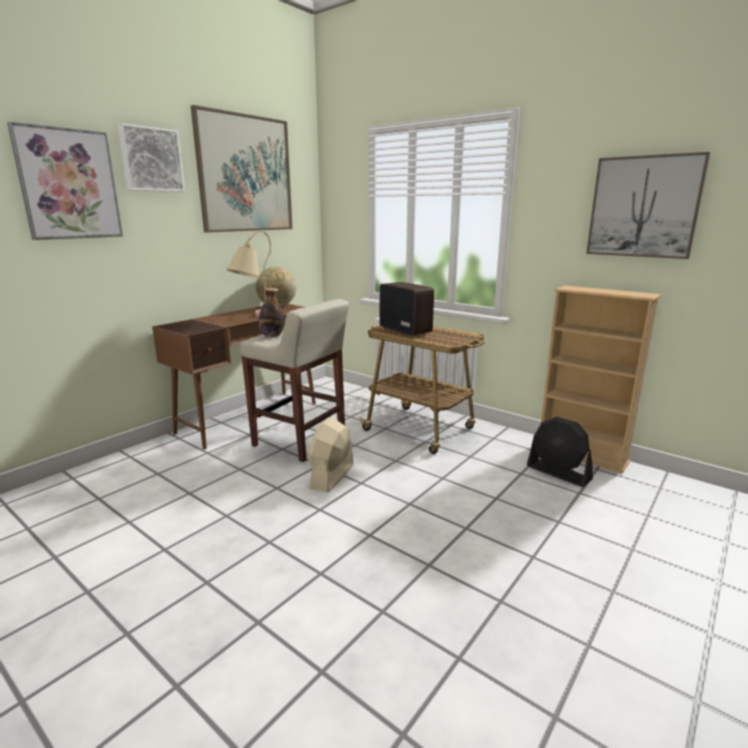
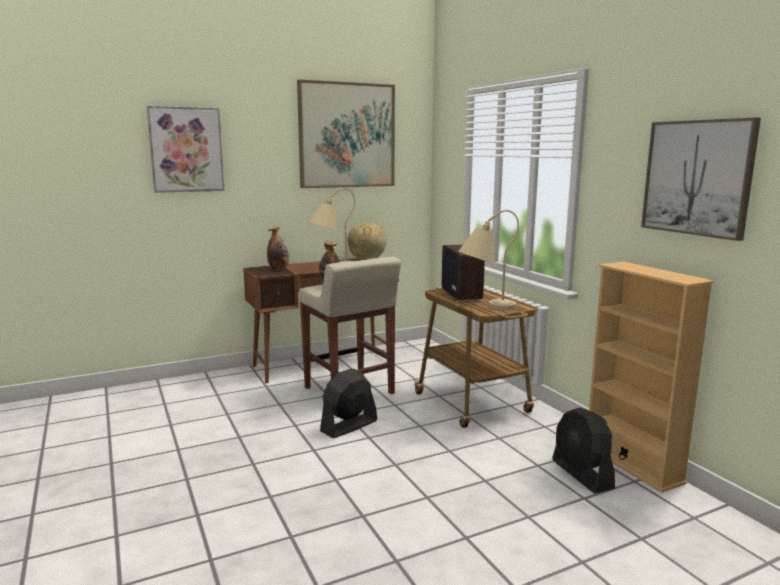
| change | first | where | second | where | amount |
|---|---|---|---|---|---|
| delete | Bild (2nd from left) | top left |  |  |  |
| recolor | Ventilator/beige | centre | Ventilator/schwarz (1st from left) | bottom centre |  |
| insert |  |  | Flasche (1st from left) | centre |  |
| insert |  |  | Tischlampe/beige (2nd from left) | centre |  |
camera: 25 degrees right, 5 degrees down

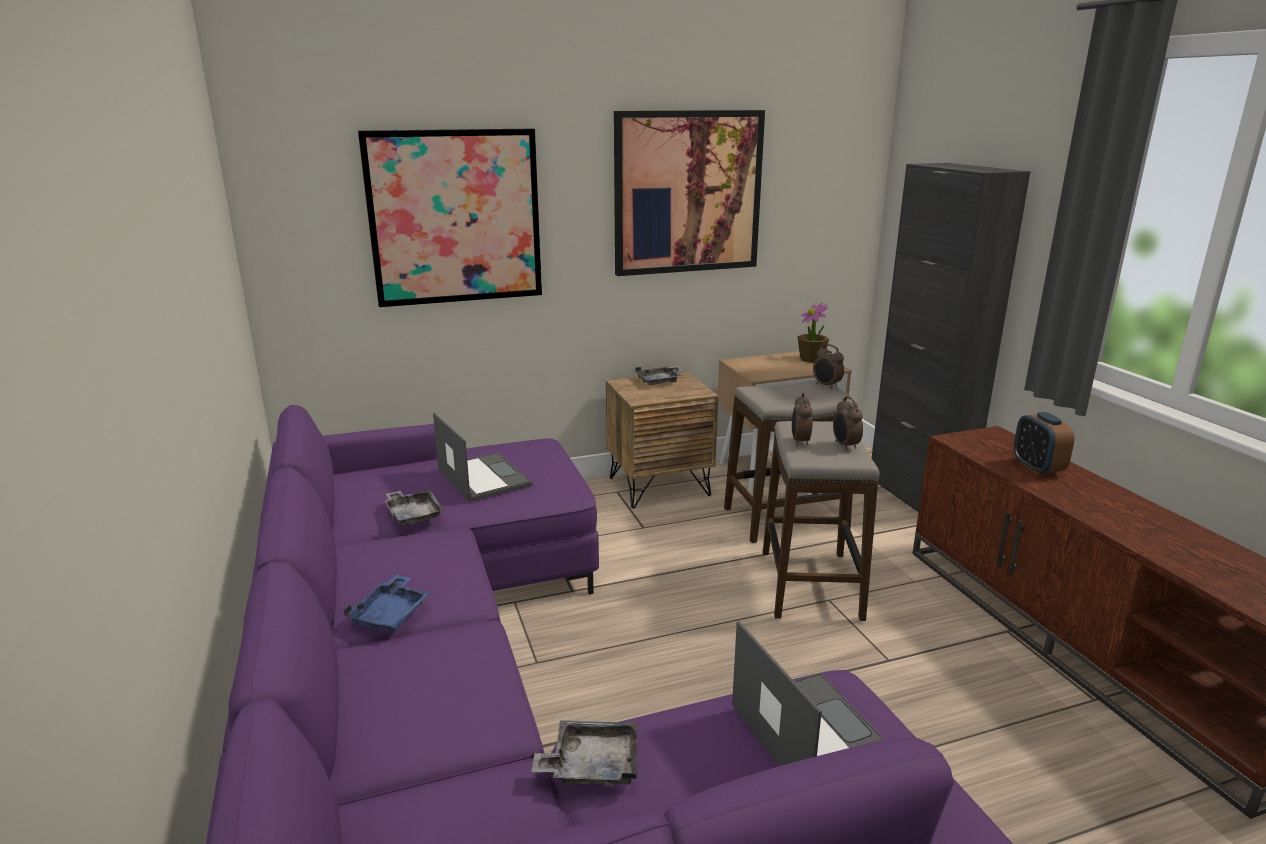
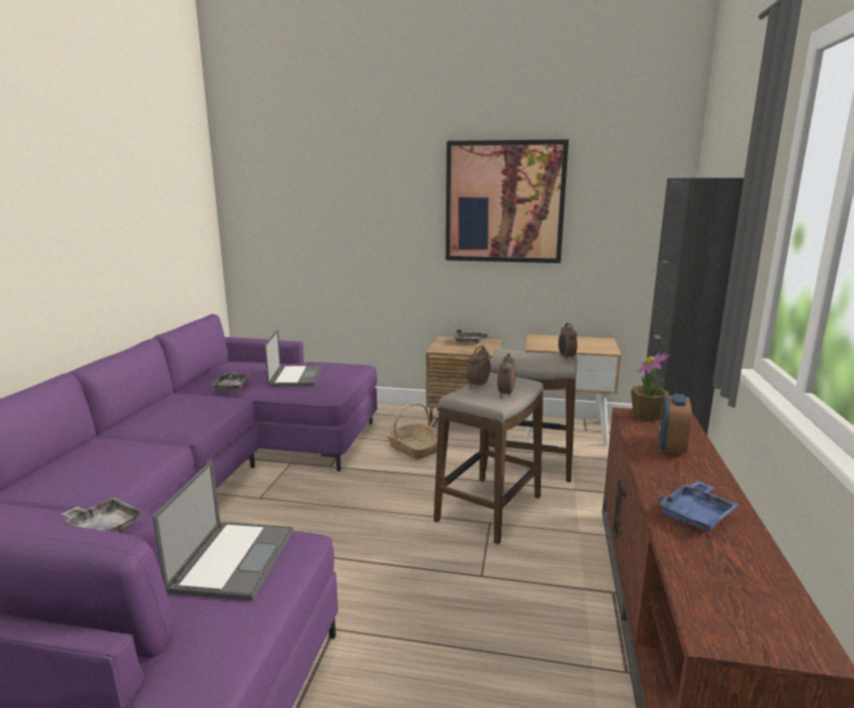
| change | first | where | second | where | amount |
|---|---|---|---|---|---|
| move | Tablett/blau | bottom left |  | bottom right |  |
| delete | Bild (1st from left) | top centre |  |  |  |
| move | Topfpflanze | centre |  | middle right |  |
| insert |  |  | Korb | centre |  |
camera: 30 degrees right, 5 degrees down

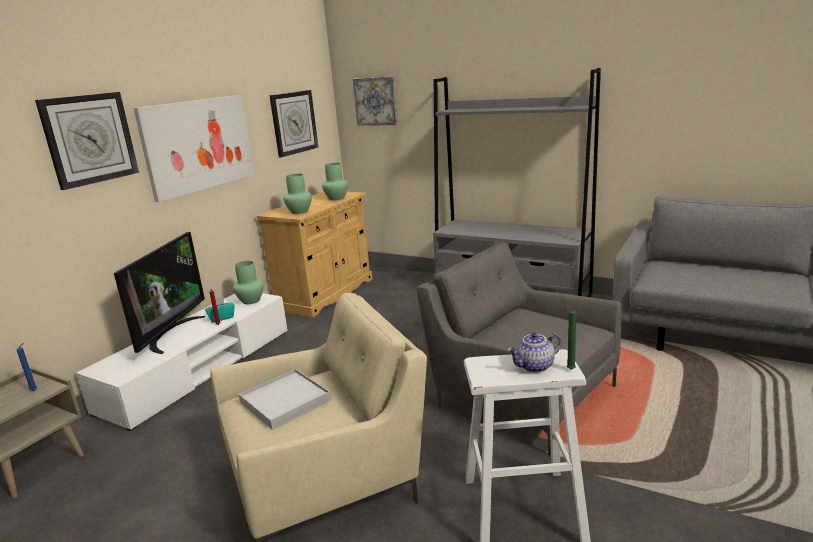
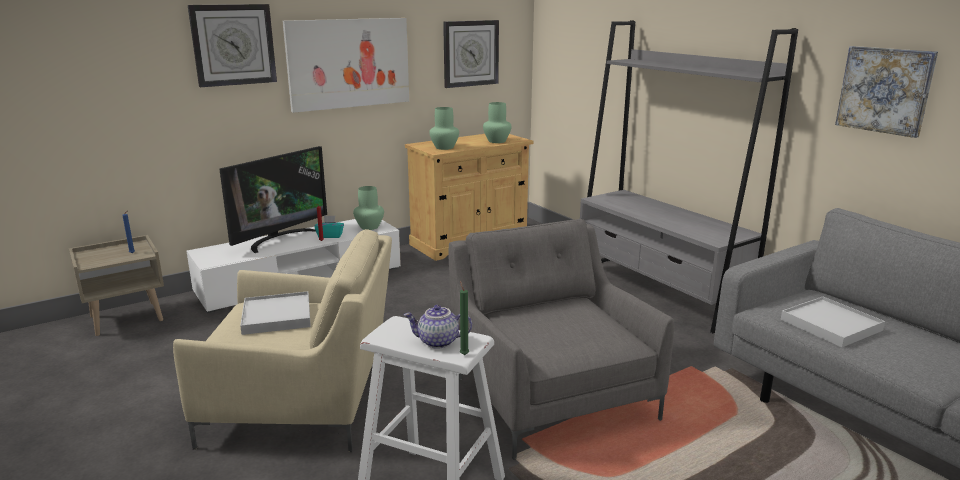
| change | first | where | second | where | amount |
|---|---|---|---|---|---|
| move | Bild (2nd from left) | top centre |  | top right |  |
| insert |  |  | Tablett/weiß (2nd from left) | bottom right |  |
camera: 25 degrees right, 0 degrees up

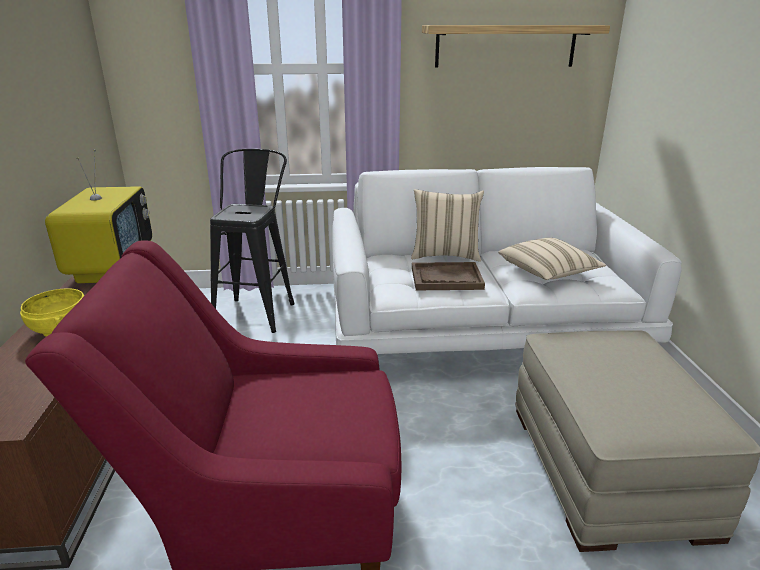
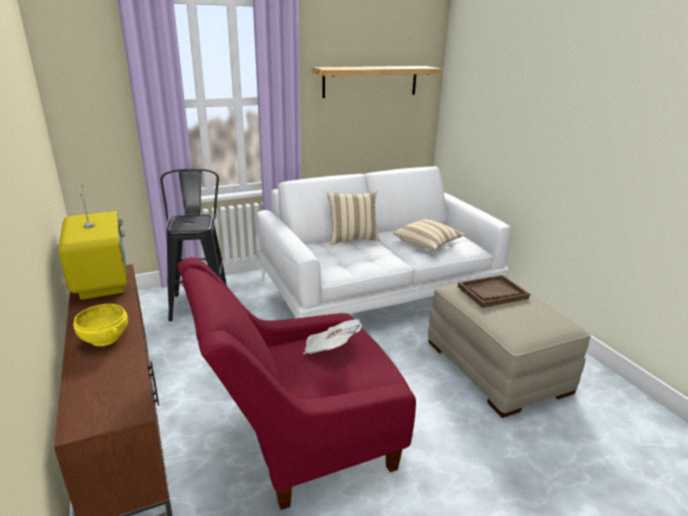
| change | first | where | second | where | amount |
|---|---|---|---|---|---|
| move | Tablett/braun | centre |  | middle right |  |
| insert |  |  | Zeitung | centre |  |
camera: 20 degrees left, 0 degrees up

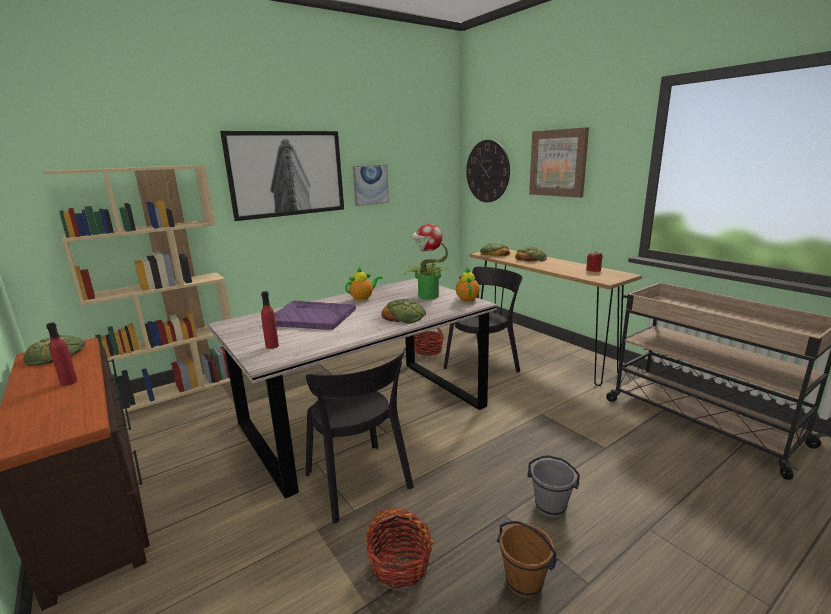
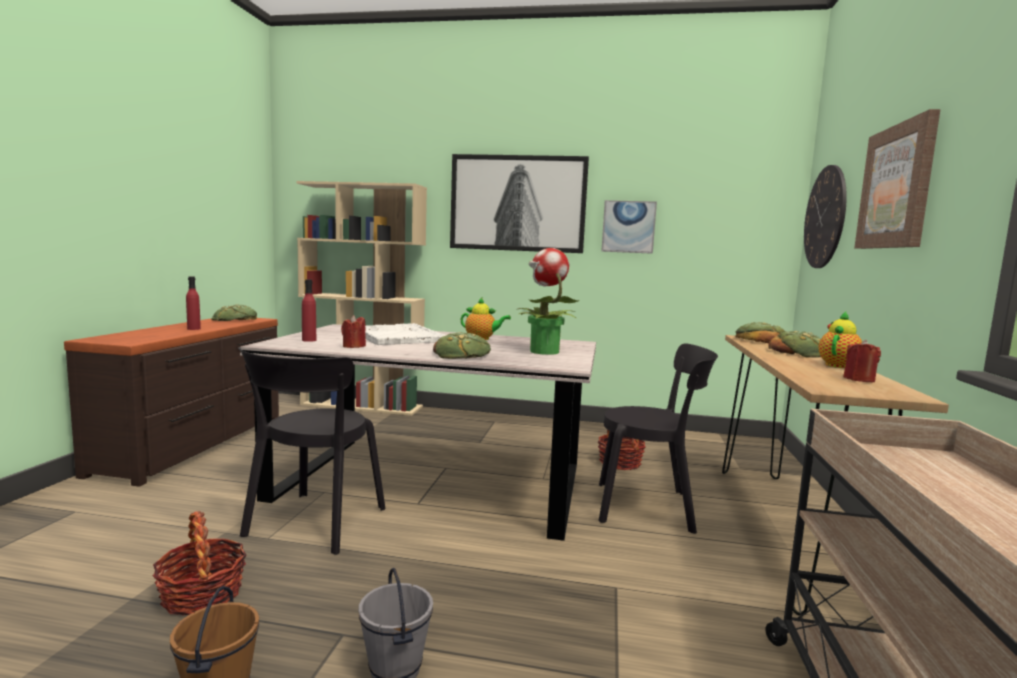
| change | first | where | second | where | amount |
|---|---|---|---|---|---|
| recolor | Tablett/lila | centre | Tablett/weiß | centre |  |
| move | Teekanne (2nd from left) | centre |  | middle right |  |
| insert |  |  | Kerze/rot (1st from left) | centre |  |
camera: 45 degrees right, 10 degrees down

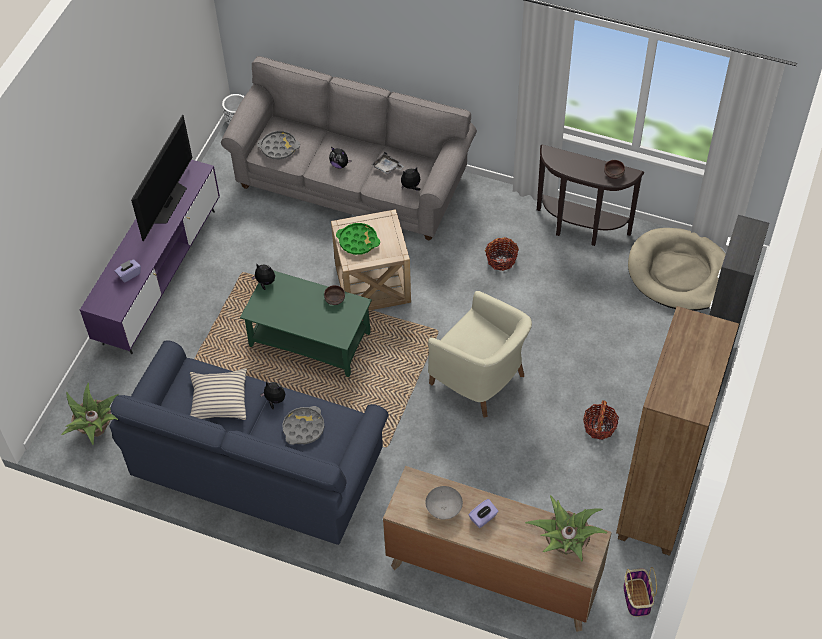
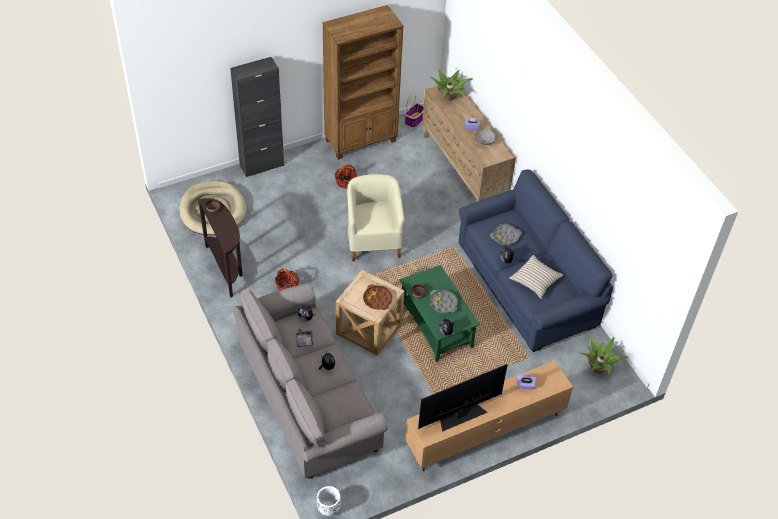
| change | first | where | second | where | amount |
|---|---|---|---|---|---|
| recolor | Fernsehschrank/lila | middle left | Fernsehschrank/braun | bottom centre |  |
| move | Tablett/grau (1st from left in the first image) | top centre | Tablett/grau (2nd from left) | centre |  |
| recolor | Tablett/grün | centre | Tablett/braun | centre |  |
camera: 140 degrees left, 5 degrees down

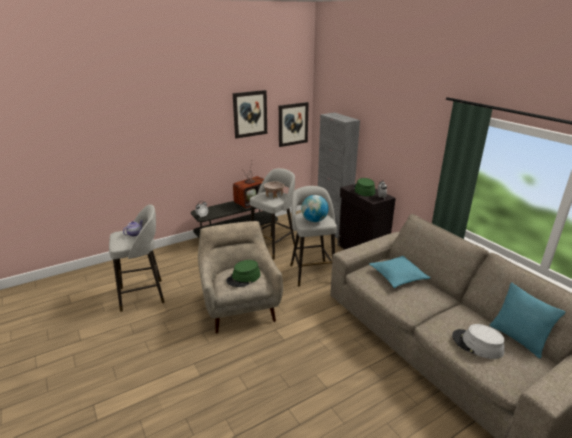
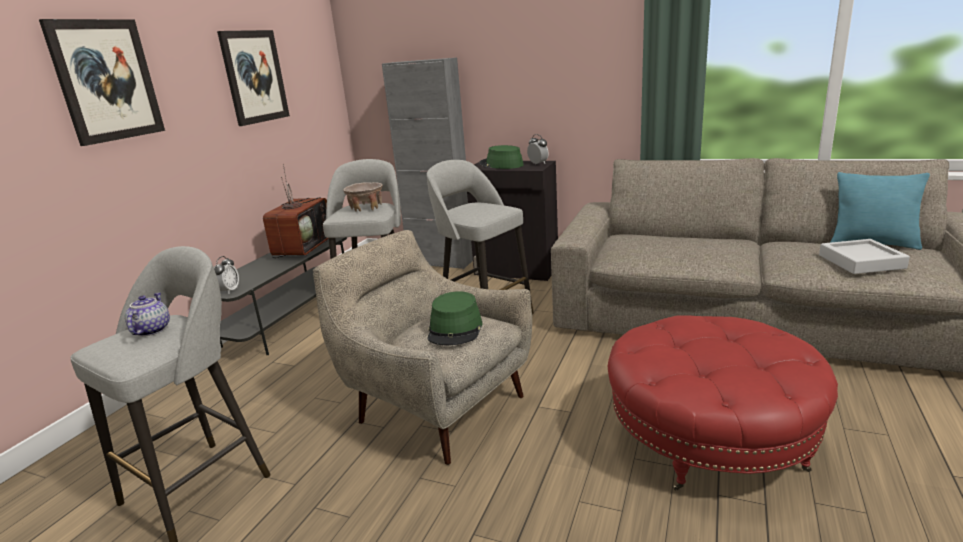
| change | first | where | second | where | amount |
|---|---|---|---|---|---|
| move | Bild (2nd from left in the first image) | top centre | Bild (1st from left) | top left |  |
| delete | Globus | centre |  |  |  |
| delete | Kissen/türkis (1st from left) | middle right |  |  |  |
| replace | Hut/grau | bottom right | Tablett/grau | middle right |  |
| insert |  |  | Polsterhocker/rot | bottom right |  |
camera: 35 degrees left, 5 degrees down

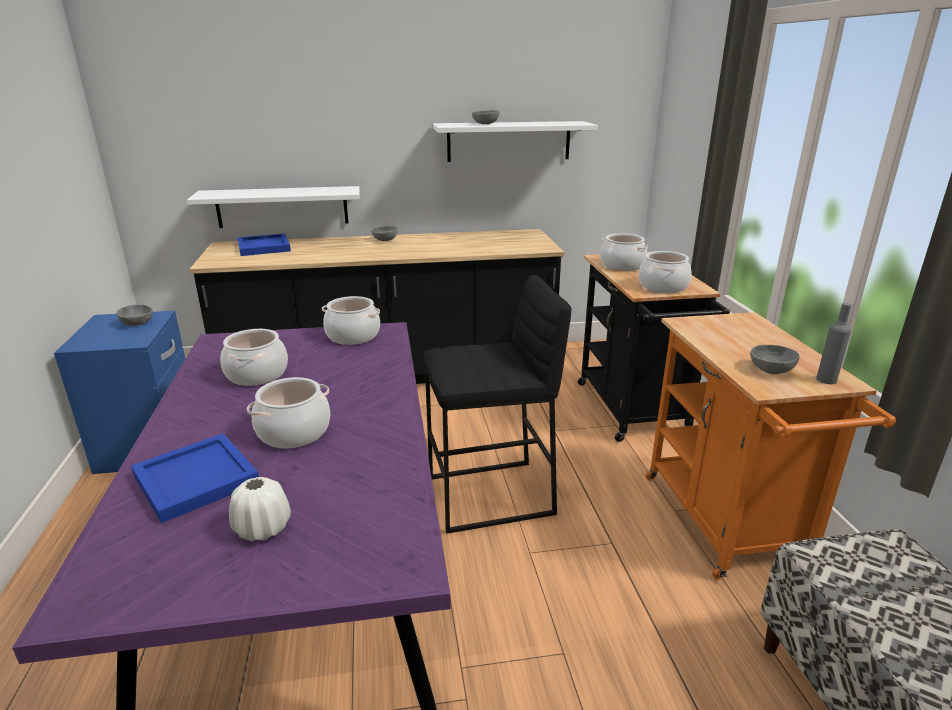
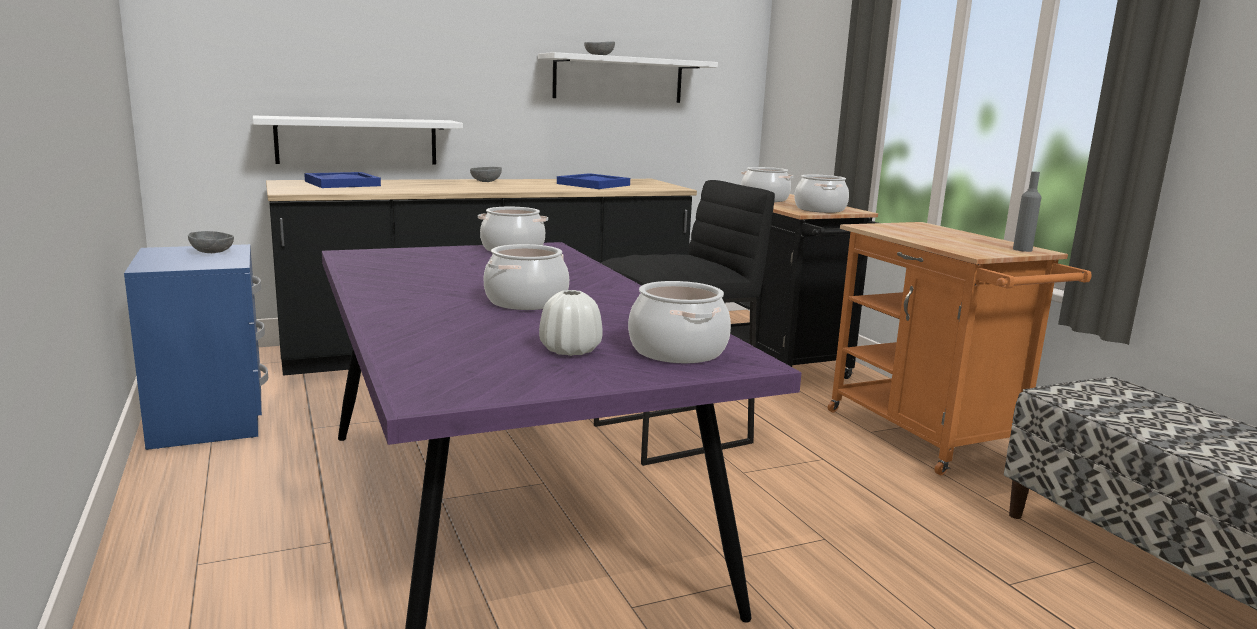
| change | first | where | second | where | amount |
|---|---|---|---|---|---|
| move | Tablett/blau (1st from left in the first image) | bottom left | Tablett/blau (2nd from left) | top centre |  |
| move | Kochtopf (1st from left in the first image) | middle left | Kochtopf (3rd from left) | centre |  |
| delete | Schüssel/grau (4th from left) | middle right |  |  |  |
camera: 15 degrees left, 10 degrees down

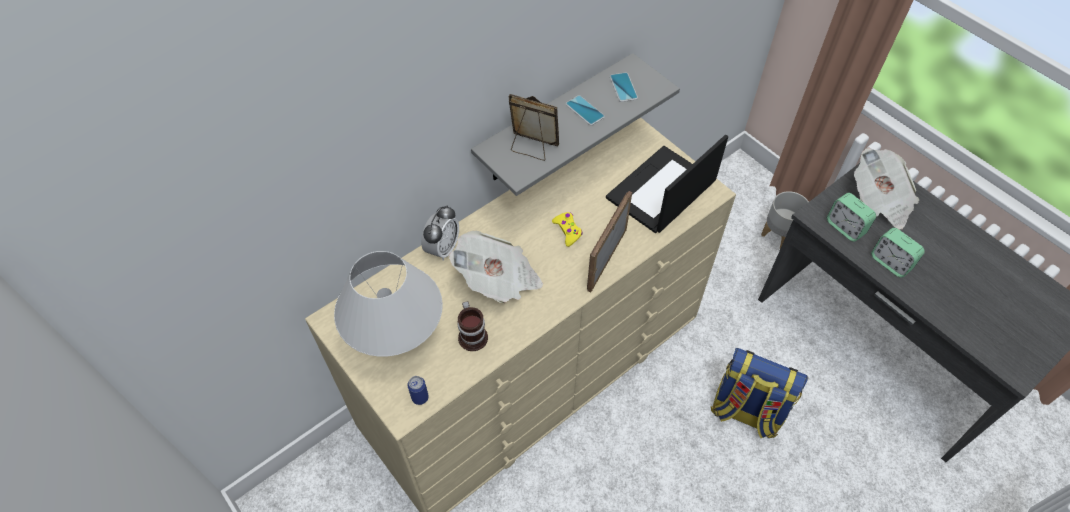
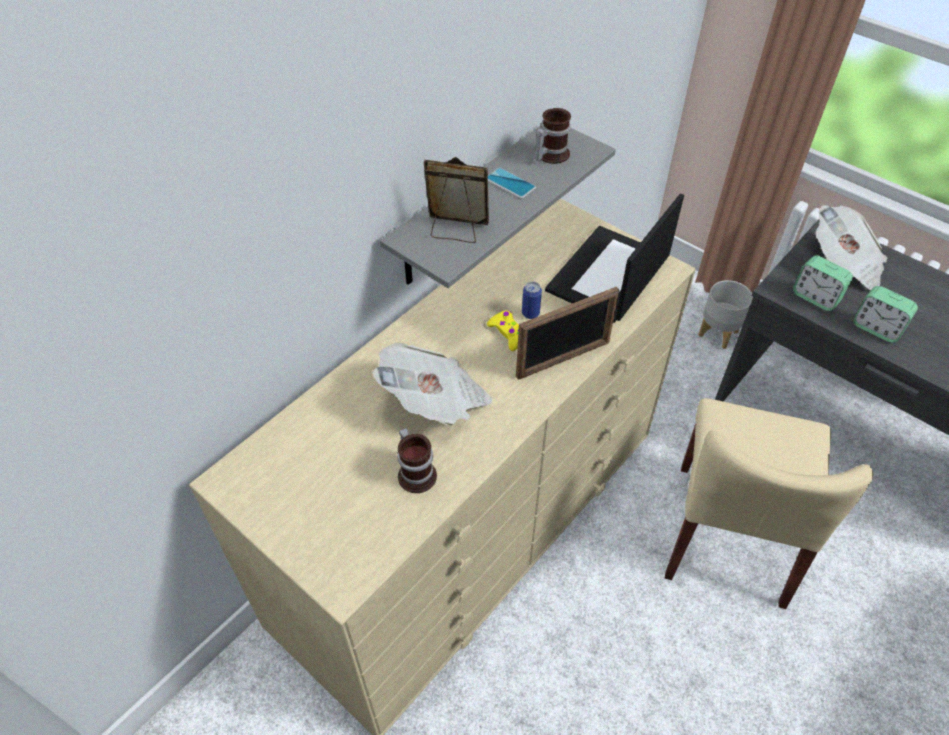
| change | first | where | second | where | amount |
|---|---|---|---|---|---|
| delete | Tischlampe/weiß | centre |  |  |  |
| move | Dose | bottom centre |  | centre |  |
| delete | Wecker (1st from left) | centre |  |  |  |
| rotate | Bilderrahmen (2nd from left) | centre |  | centre | 135 degrees counterclockwise |
| replace | Handy (2nd from left) | top centre | Henkelbecher (2nd from left) | top centre |  |
| replace | Rucksack | bottom right | Stuhl/beige | bottom right |  |
camera: 10 degrees left, 5 degrees down

